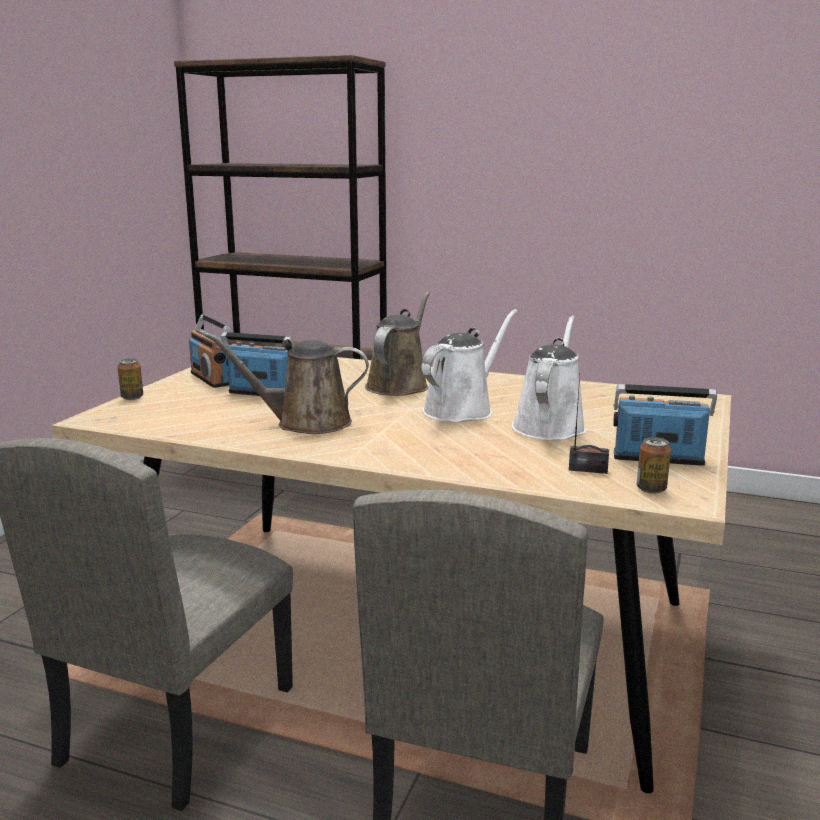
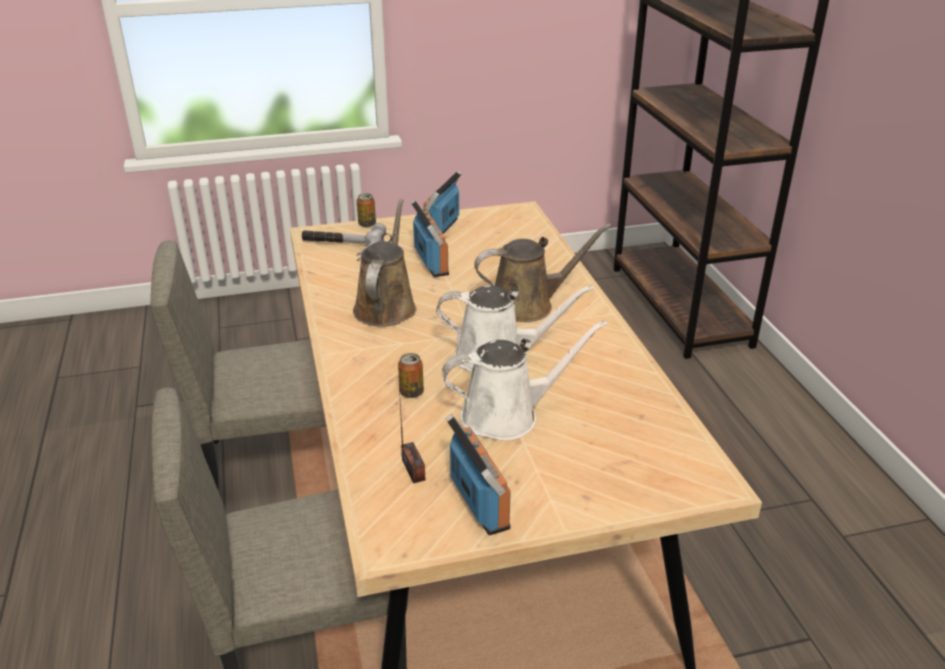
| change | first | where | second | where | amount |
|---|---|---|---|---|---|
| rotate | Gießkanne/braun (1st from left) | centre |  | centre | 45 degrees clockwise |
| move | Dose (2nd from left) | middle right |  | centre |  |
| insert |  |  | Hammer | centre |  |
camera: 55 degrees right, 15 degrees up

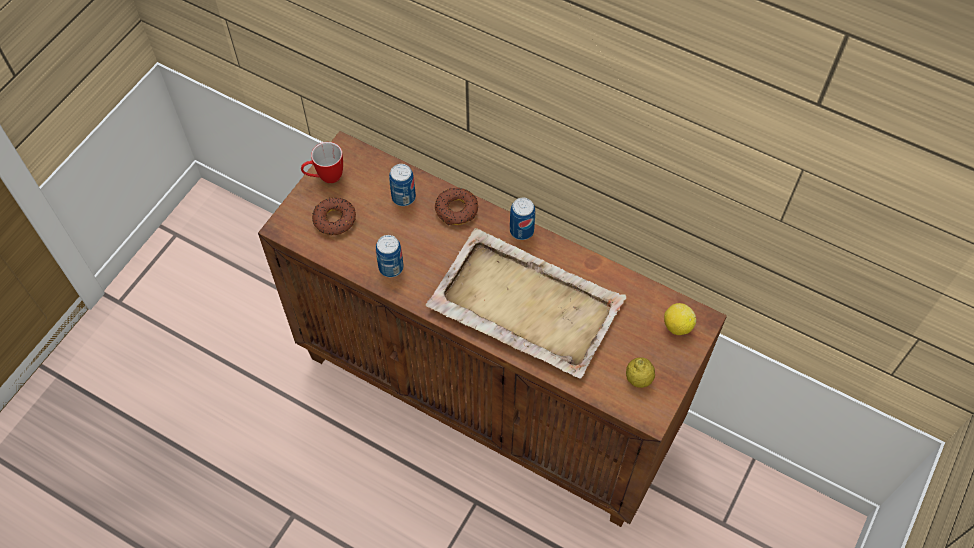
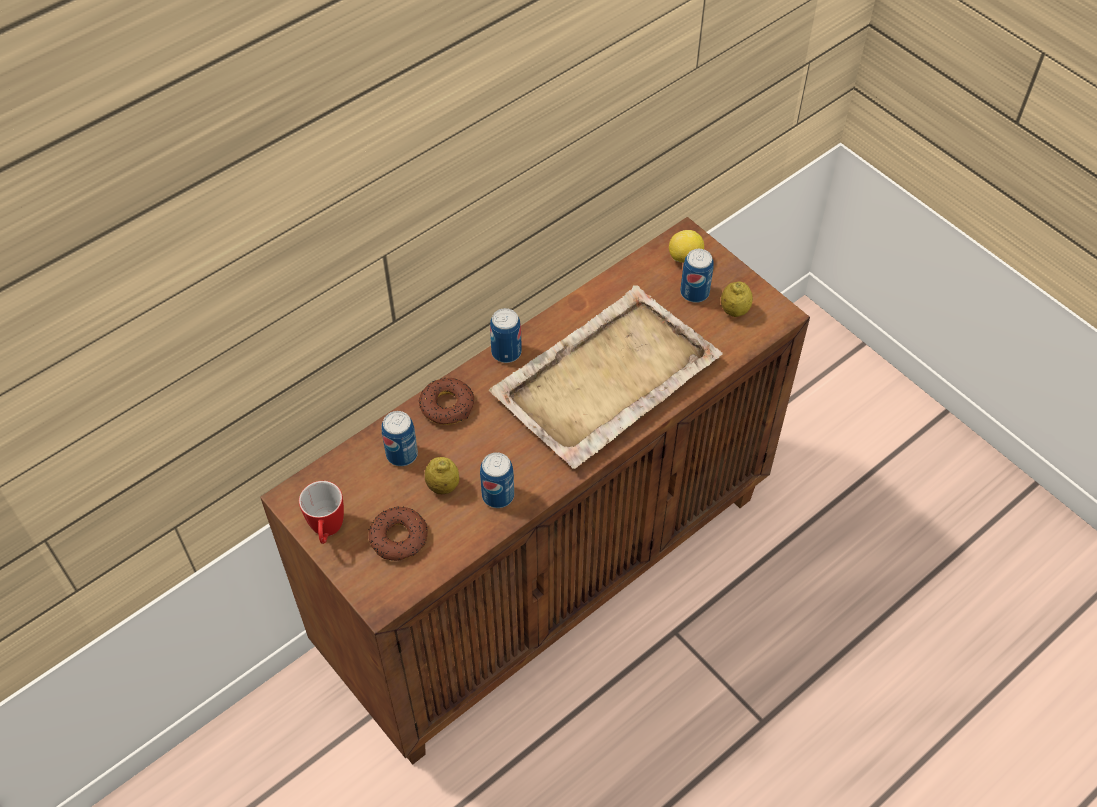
| change | first | where | second | where | amount |
|---|---|---|---|---|---|
| insert |  |  | Zitrone (1st from left) | centre |  |
| insert |  |  | Dose (4th from left) | centre |  |
camera: 70 degrees left, 5 degrees down

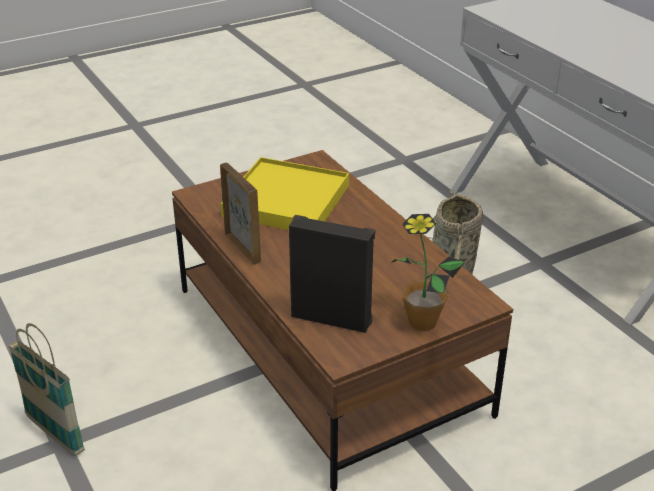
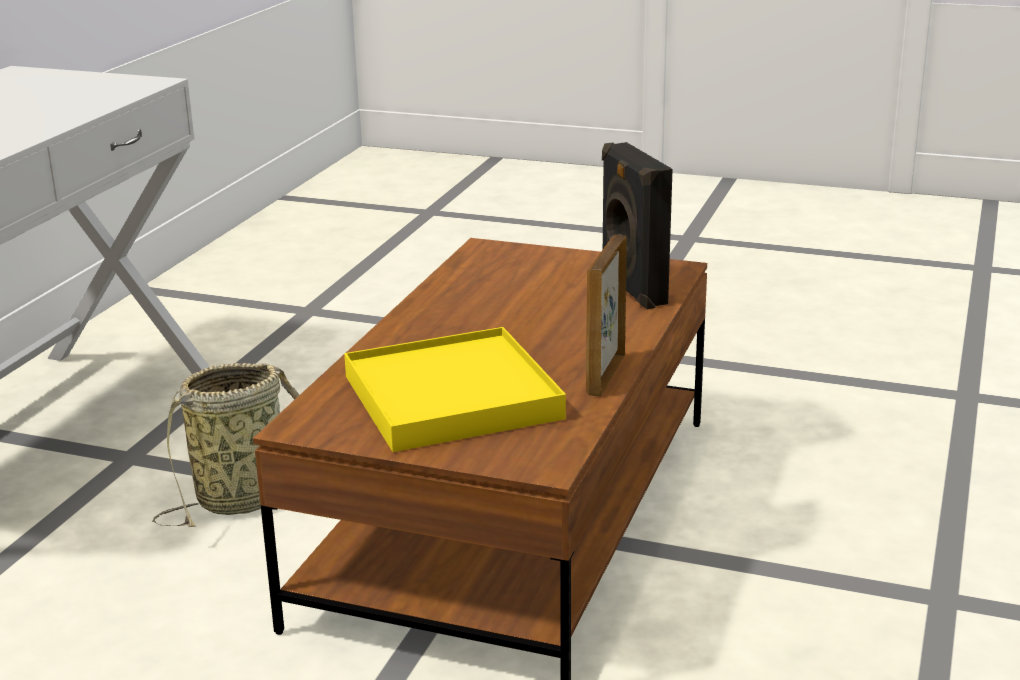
| change | first | where | second | where | amount |
|---|---|---|---|---|---|
| delete | Korb (1st from left) | bottom left |  |  |  |
| delete | Topfpflanze | centre |  |  |  |
camera: 130 degrees left, 10 degrees down

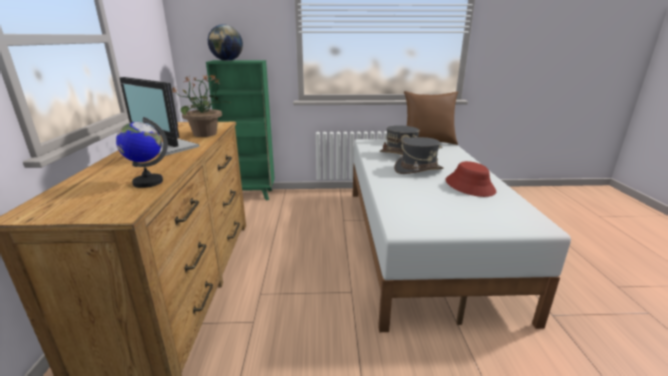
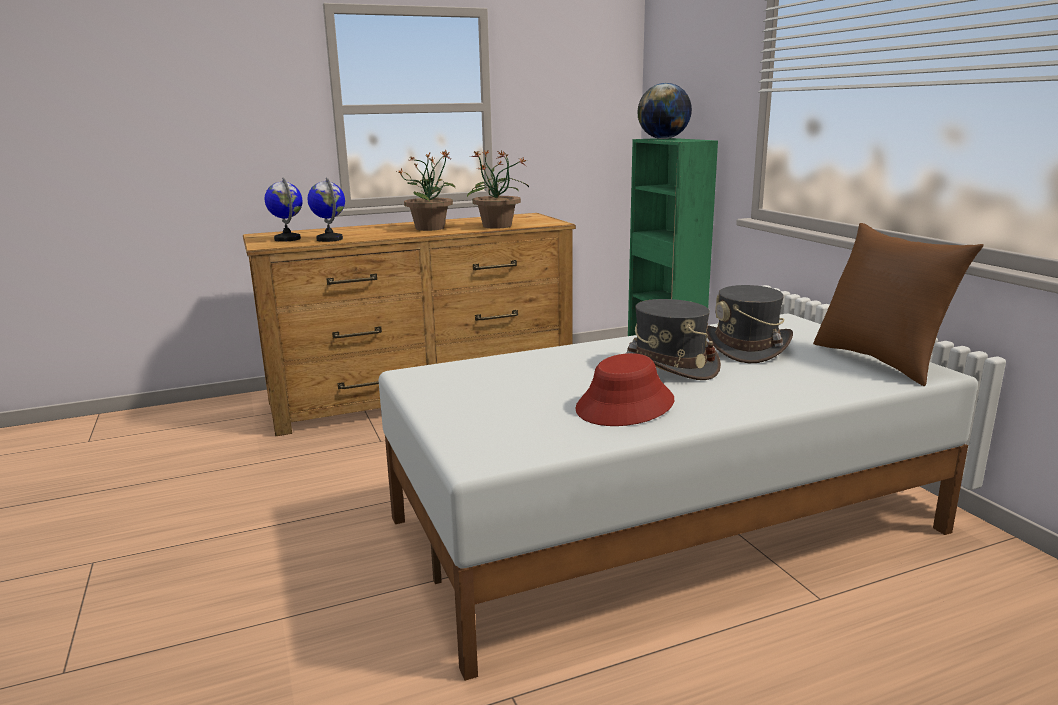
| change | first | where | second | where | amount |
|---|---|---|---|---|---|
| replace | Monitor | top left | Topfpflanze (1st from left) | top centre |  |
| insert |  |  | Globus (1st from left) | top left |  |
camera: 70 degrees right, 5 degrees down

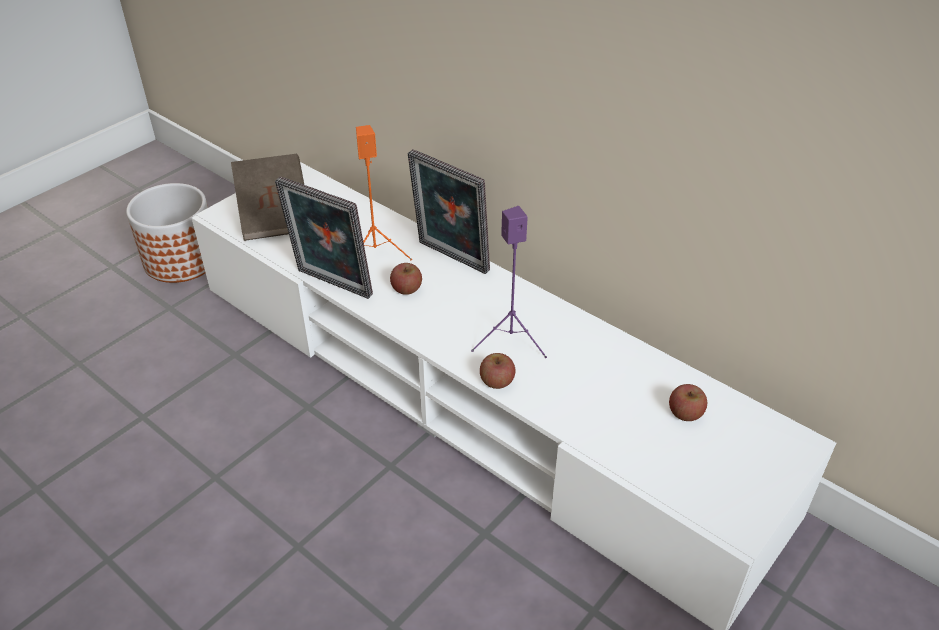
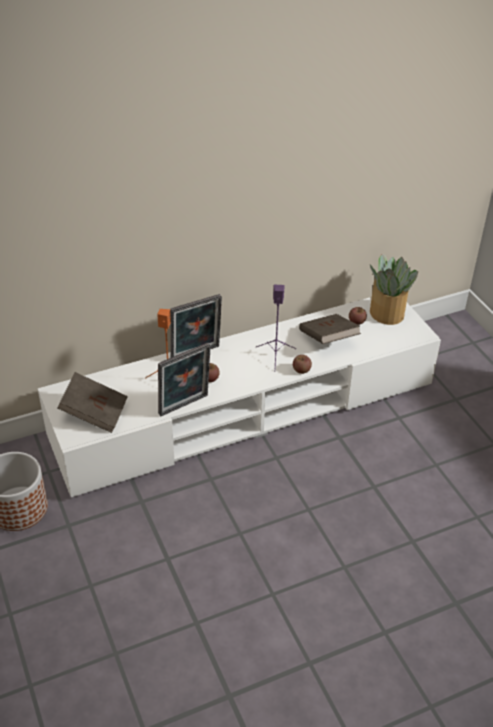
| change | first | where | second | where | amount |
|---|---|---|---|---|---|
| insert |  |  | Buch/braun (2nd from left) | middle right |  |
| insert |  |  | Topfpflanze | middle right |  |
camera: 65 degrees left, 0 degrees up

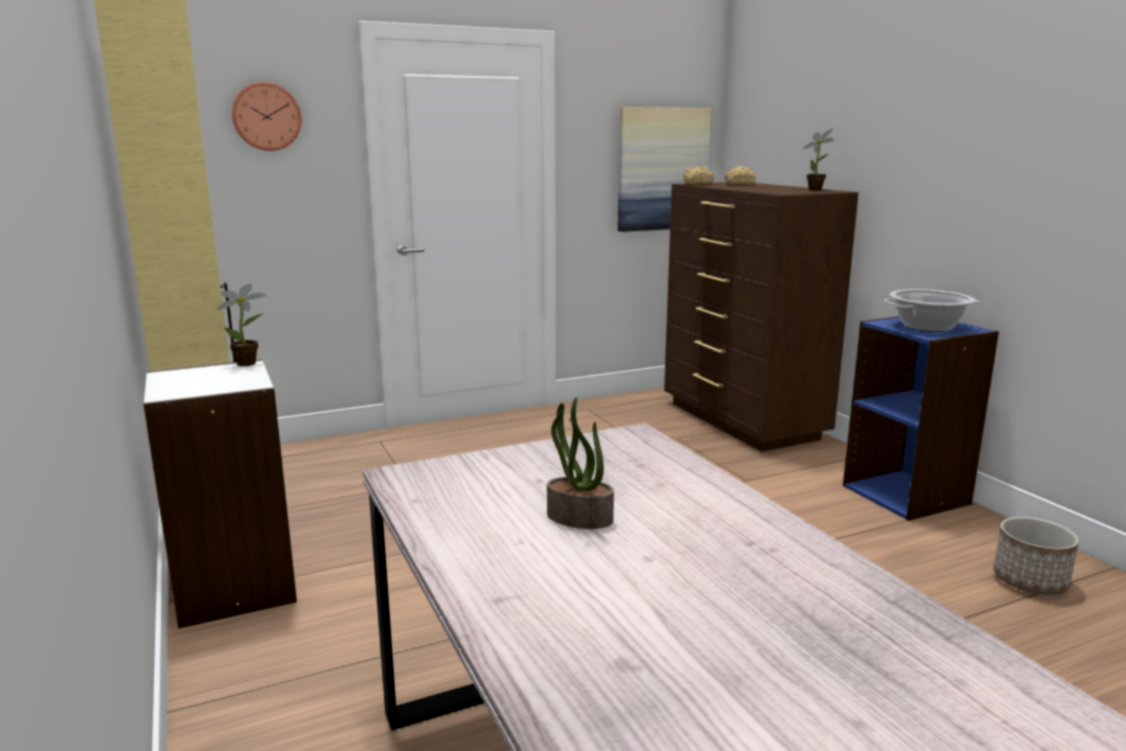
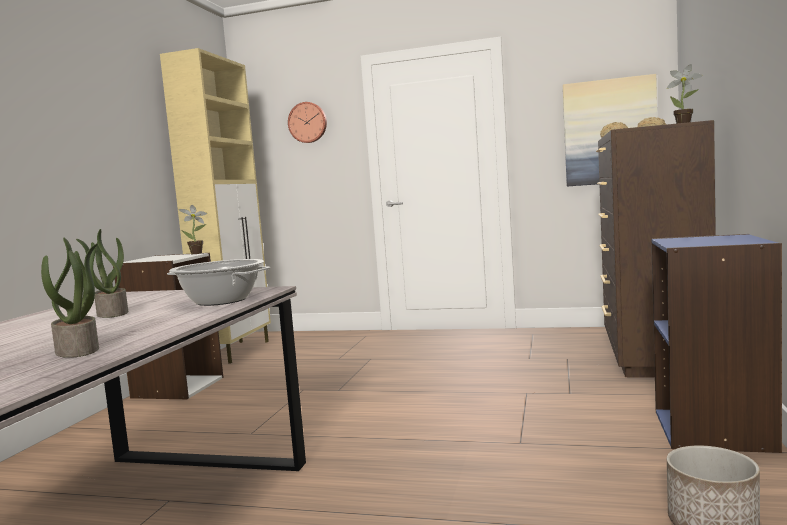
| change | first | where | second | where | amount |
|---|---|---|---|---|---|
| move | Kochtopf | middle right |  | middle left |  |
| insert |  |  | Topfpflanze (1st from left) | middle left |  |
camera: 40 degrees right, 10 degrees down

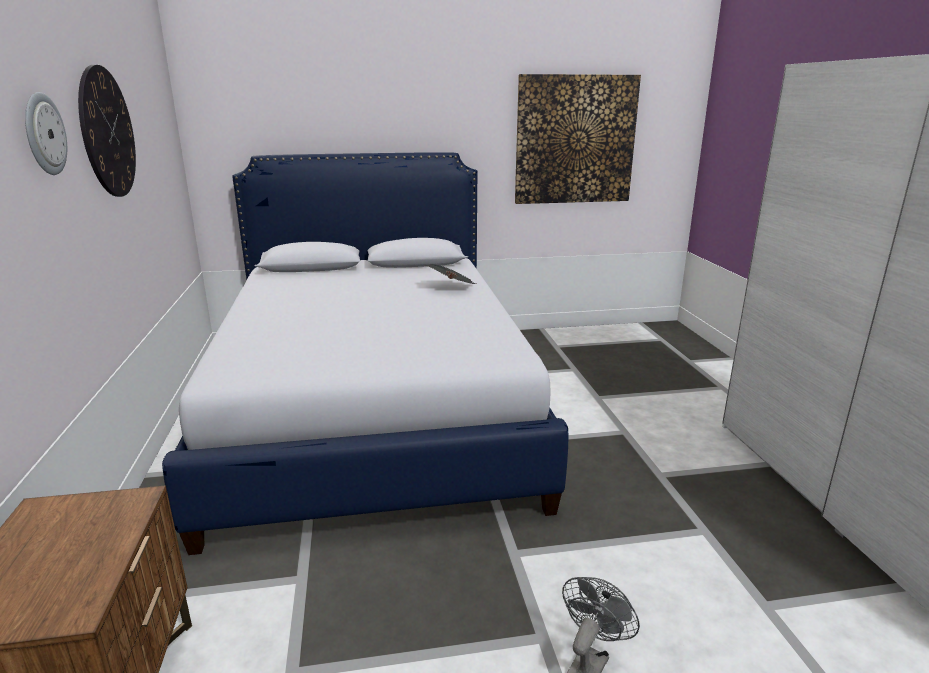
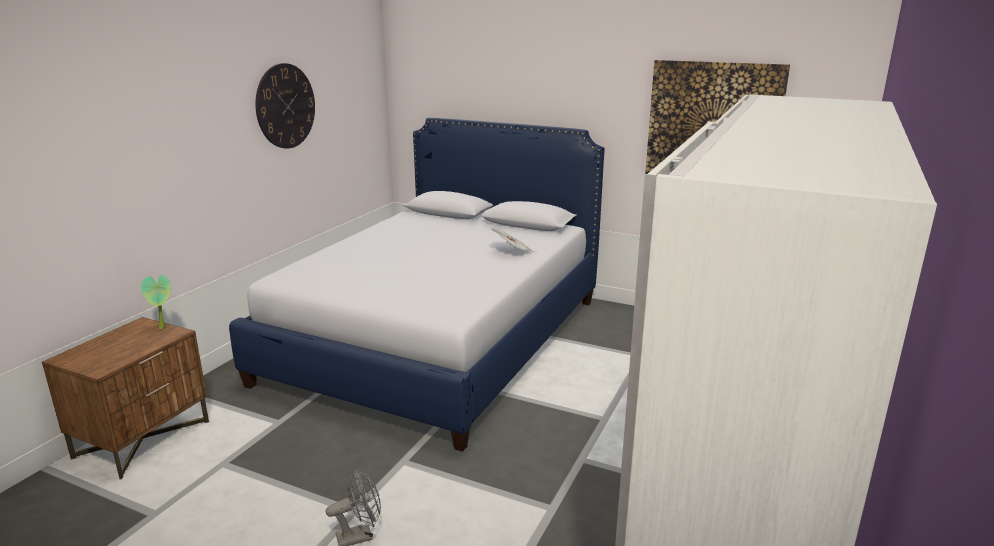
| change | first | where | second | where | amount |
|---|---|---|---|---|---|
| delete | Wanduhr (1st from left) | top left |  |  |  |
| insert |  |  | Topfpflanze | middle left |  |
camera: 35 degrees right, 0 degrees up

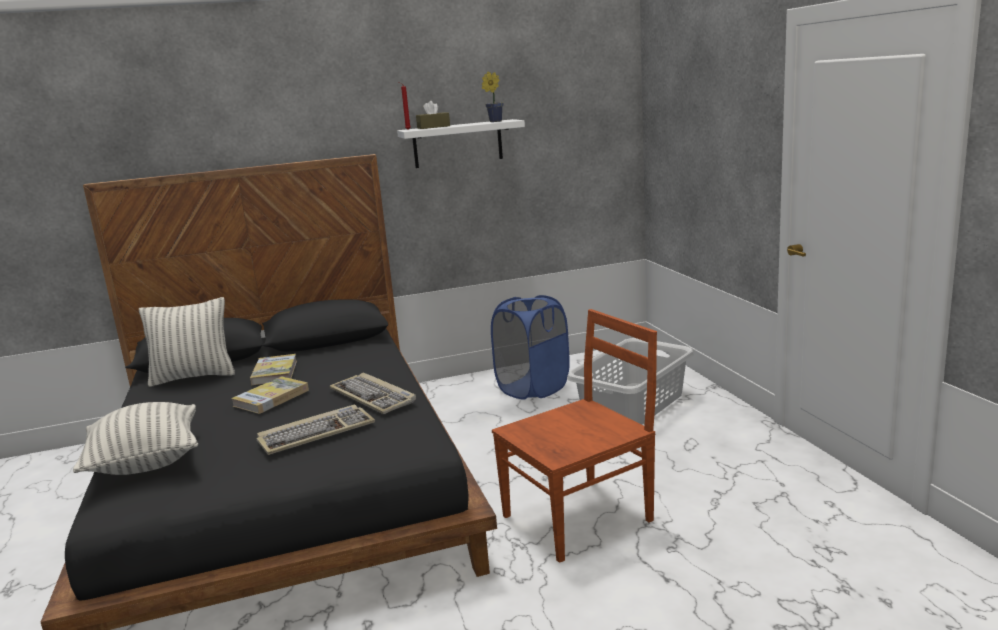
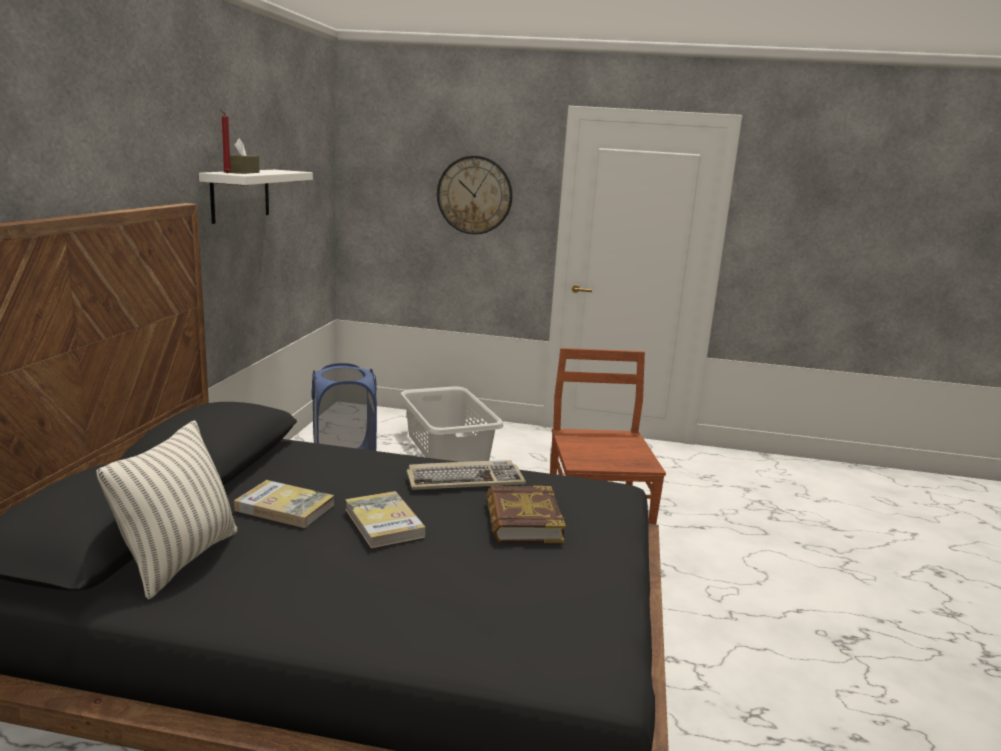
| change | first | where | second | where | amount |
|---|---|---|---|---|---|
| delete | Kissen (1st from left) | bottom left |  |  |  |
| replace | Tastatur (1st from left) | bottom left | Buch (3rd from left) | bottom centre |  |
| delete | Topfpflanze | top centre |  |  |  |
| insert |  |  | Wanduhr | top centre |  |
camera: 65 degrees left, 0 degrees up

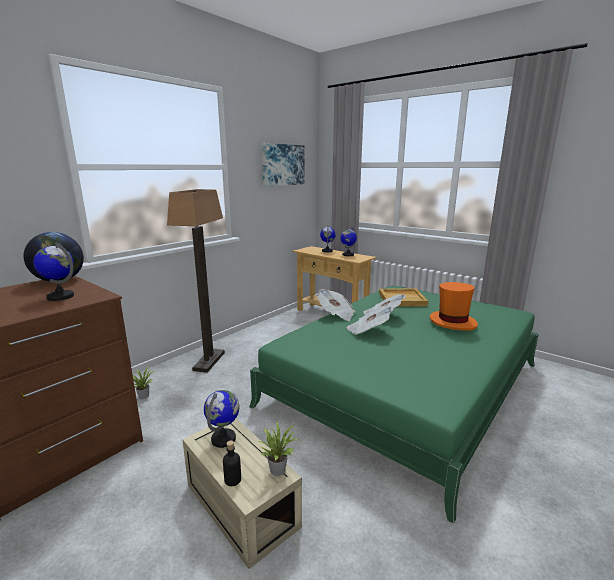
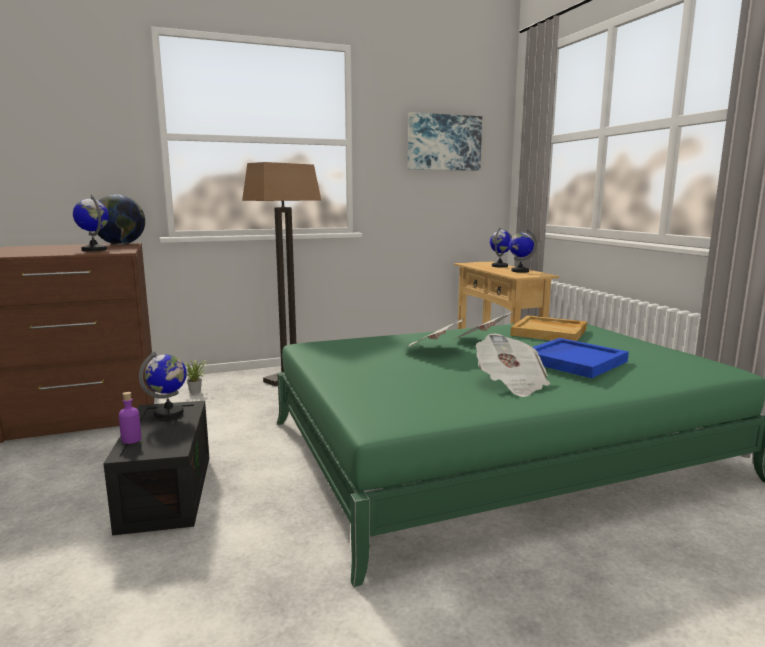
| change | first | where | second | where | amount |
|---|---|---|---|---|---|
| recolor | Aufbewahrungsbox/beige | bottom centre | Aufbewahrungsbox/schwarz | bottom left |  |
| recolor | Flasche/schwarz | bottom centre | Flasche/lila | middle left |  |
| delete | Topfpflanze (2nd from left) | bottom centre |  |  |  |
| move | Zeitung (1st from left in the first image) | centre | Zeitung (3rd from left) | middle right |  |
| replace | Hut/orange | middle right | Tablett/blau | middle right |  |
camera: 30 degrees right, 5 degrees down

